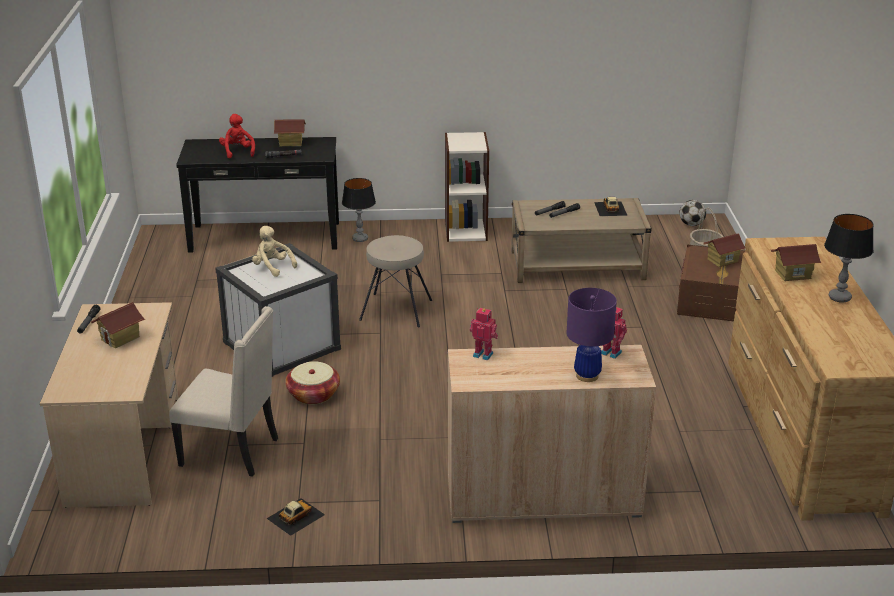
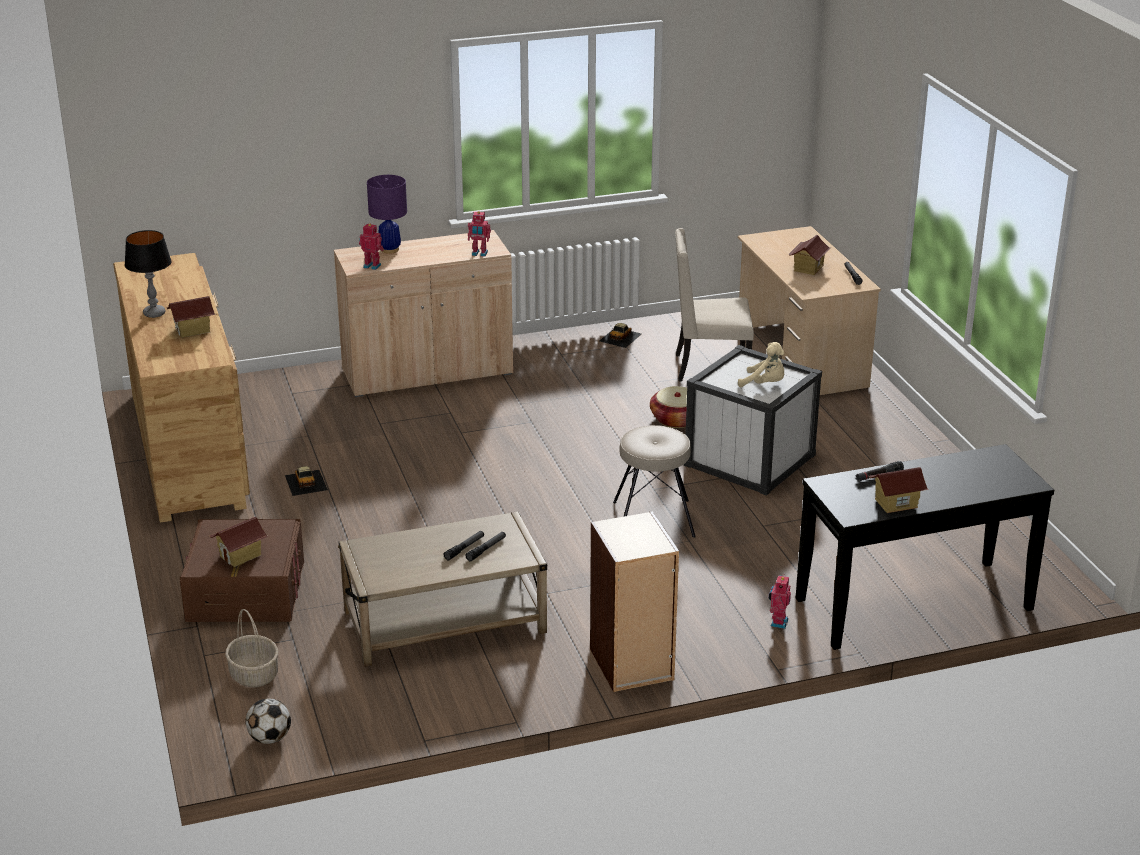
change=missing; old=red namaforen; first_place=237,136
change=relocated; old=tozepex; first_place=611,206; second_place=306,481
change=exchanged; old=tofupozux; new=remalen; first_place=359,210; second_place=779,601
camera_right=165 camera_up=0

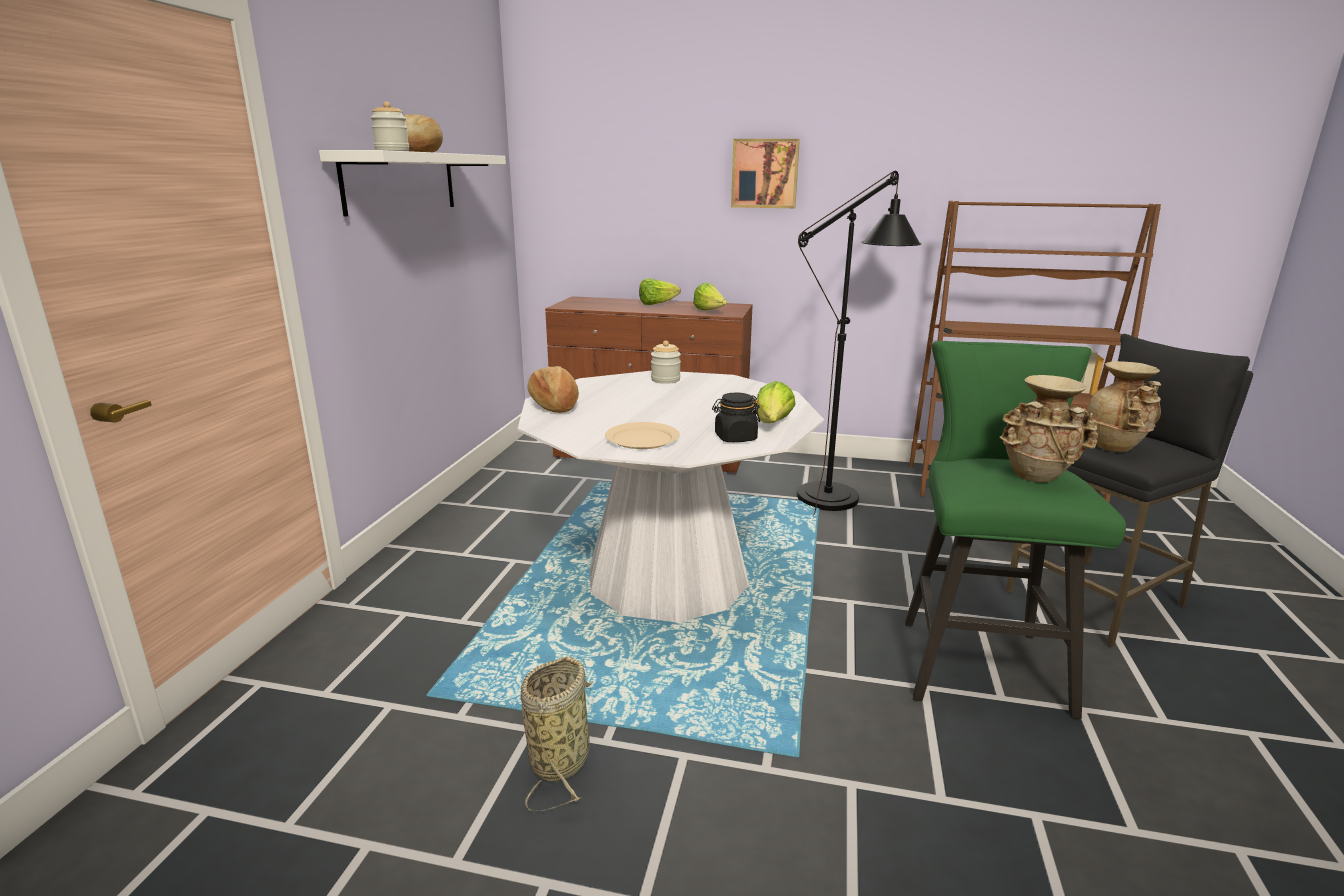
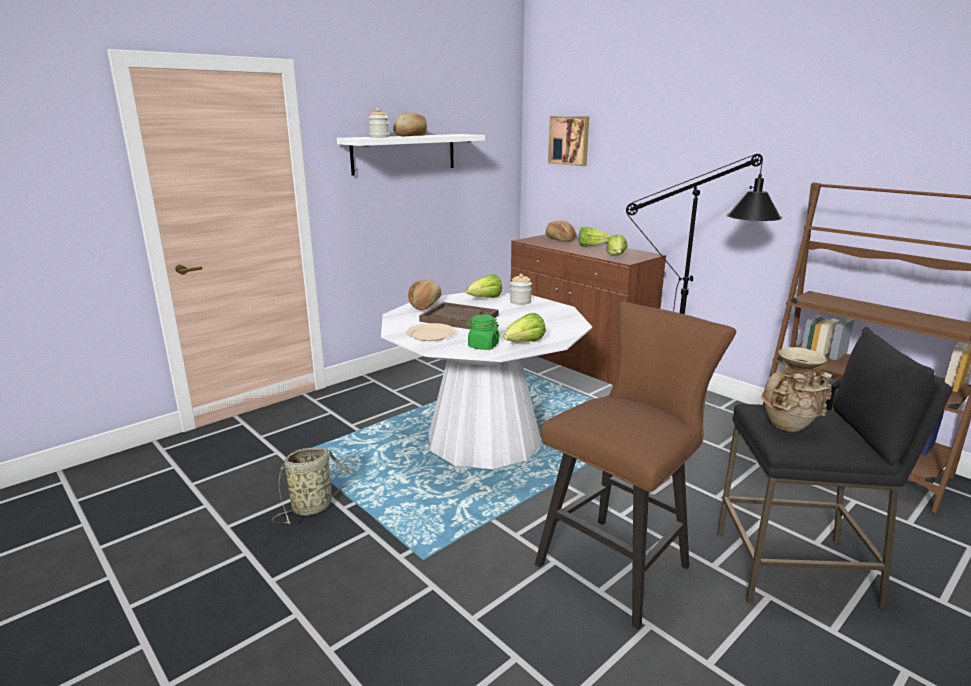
change=missing; old=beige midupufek; first_place=1048,428
change=appeared; new=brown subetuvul; second_place=458,316
change=appeared; new=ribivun; second_place=484,286
change=appeared; new=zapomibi; second_place=561,231
change=relocated; old=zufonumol; first_place=765,173; second_place=568,141
change=colour; old=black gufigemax; new=green gufigemax; first_place=736,417; second_place=483,332
change=colour; old=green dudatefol; new=brown dudatefol; first_place=1015,530; second_place=635,466
camera_right=35 camera_up=0

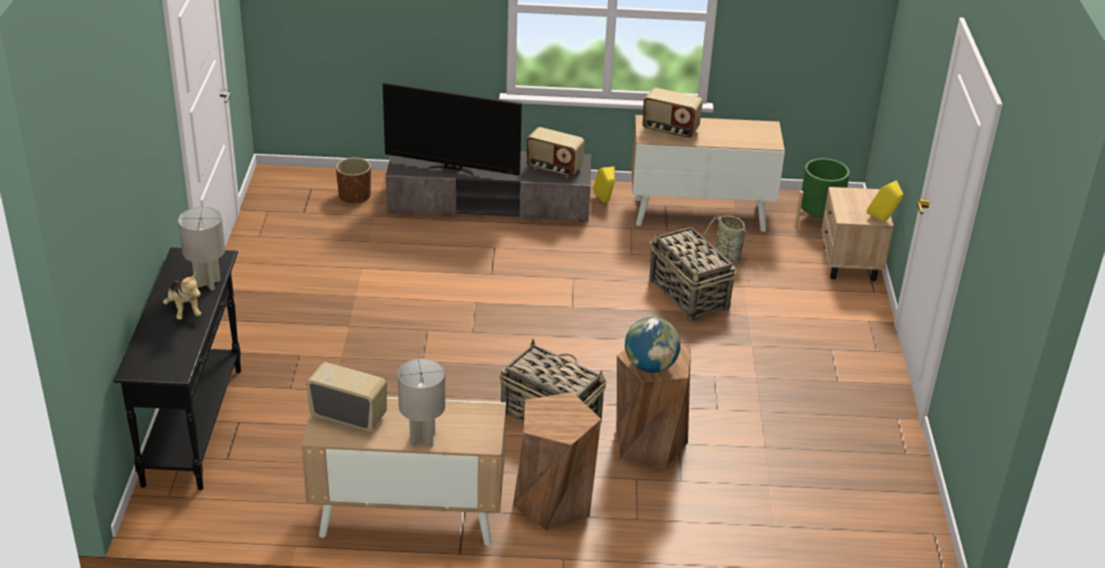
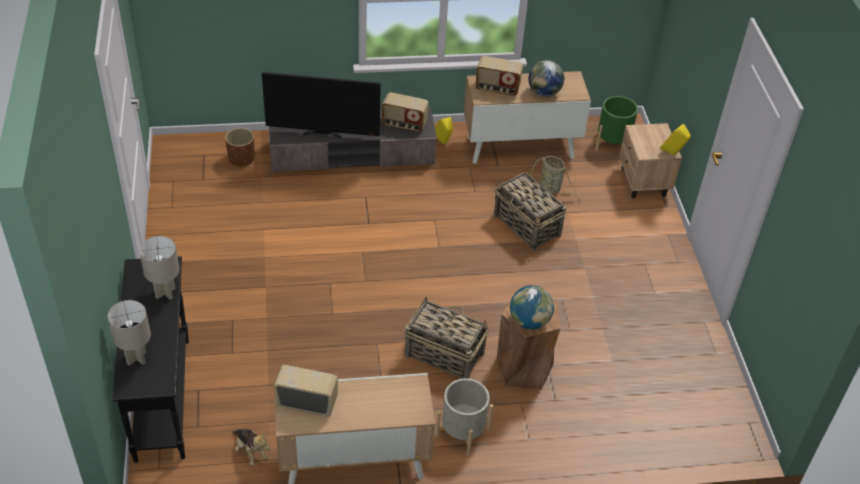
change=appeared; new=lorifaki; second_place=546,78
change=relocated; old=namaforen; first_place=182,295; second_place=251,447
change=relocated; old=grey tofupozux; first_place=421,403; second_place=129,333
change=exchanged; old=brown dudatefol; new=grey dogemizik; first_place=557,461; second_place=464,417
camera_right=-10 camera_up=10

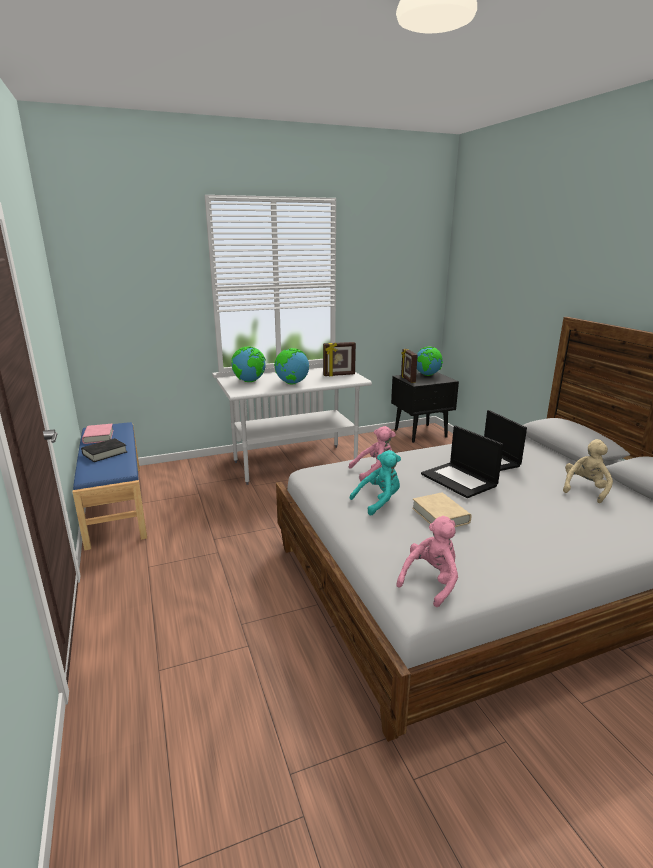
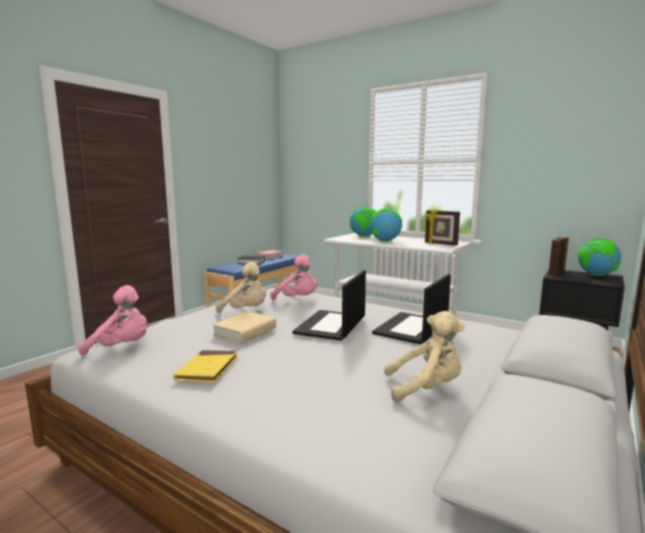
change=appeared; new=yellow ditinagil; second_place=205,366
change=colour; old=turquoise namaforen; new=beige namaforen; first_place=375,483; second_place=241,287
camera_right=55 camera_up=-10

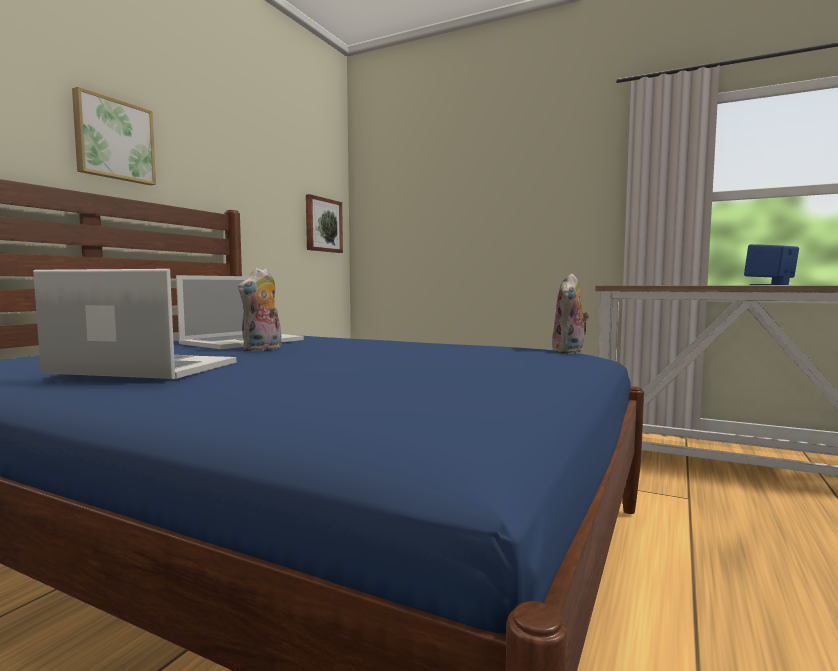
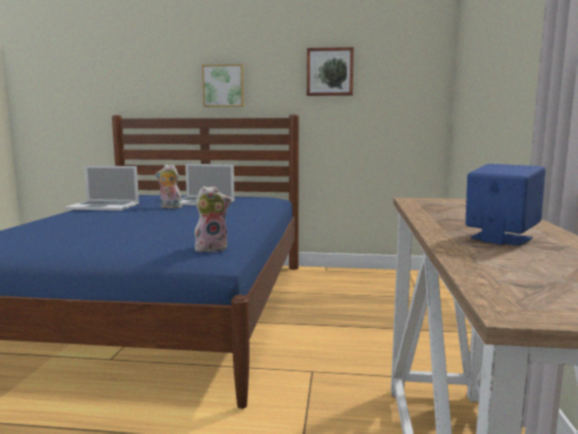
change=relocated; old=zufonumol; first_place=324,223; second_place=330,71
change=spun; old=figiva; first_place=134,324; second_place=102,188; degrees=105
change=spun; old=namaforen; first_place=571,314; second_place=213,219; degrees=150
camera_right=70 camera_up=5

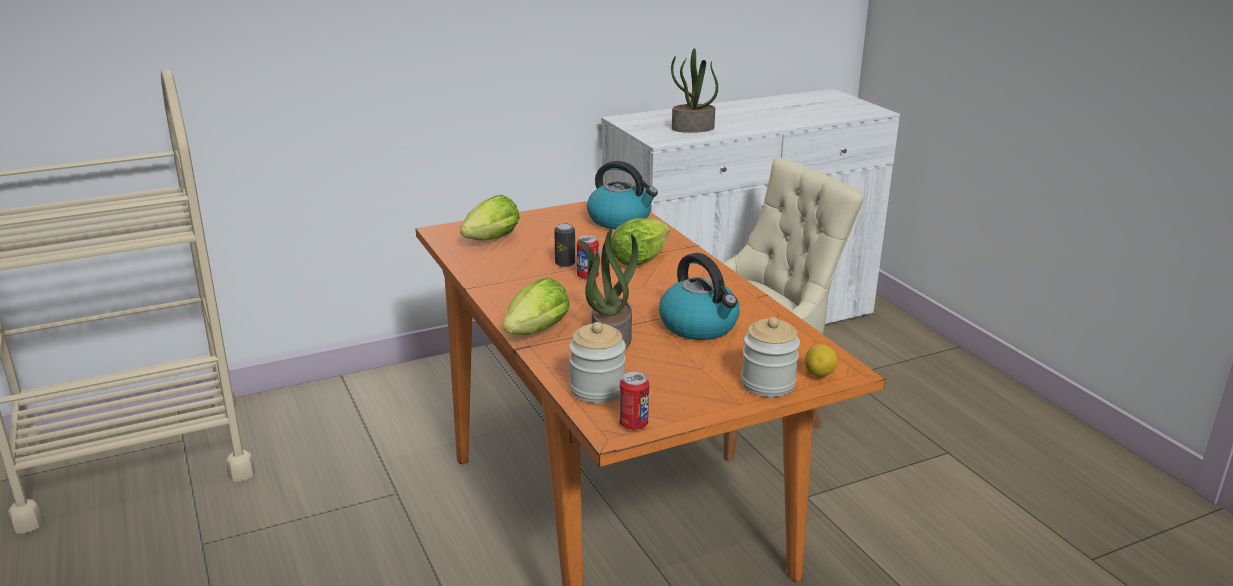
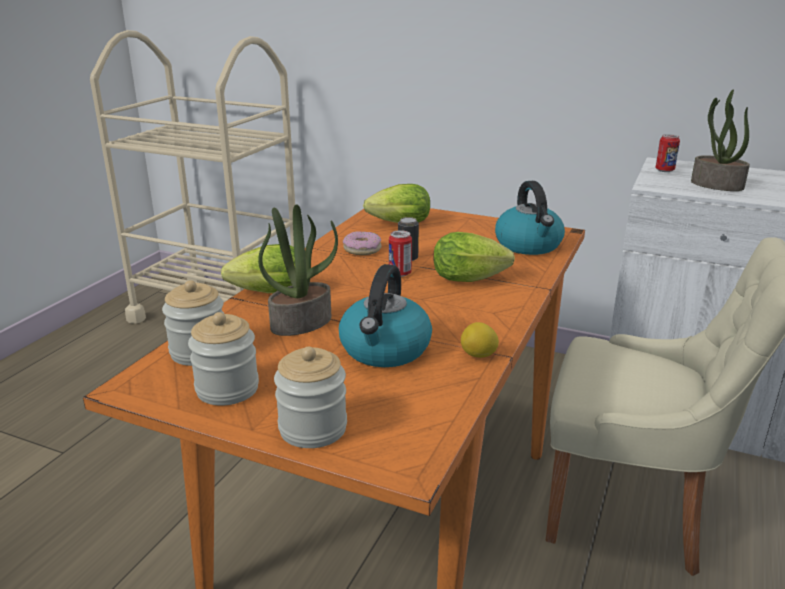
change=appeared; new=gufigemax; second_place=223,359
change=appeared; new=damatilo; second_place=362,243
change=relocated; old=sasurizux; first_place=634,401; second_place=667,153
change=relocated; old=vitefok; first_place=821,360; second_place=480,340
camera_right=50 camera_up=0

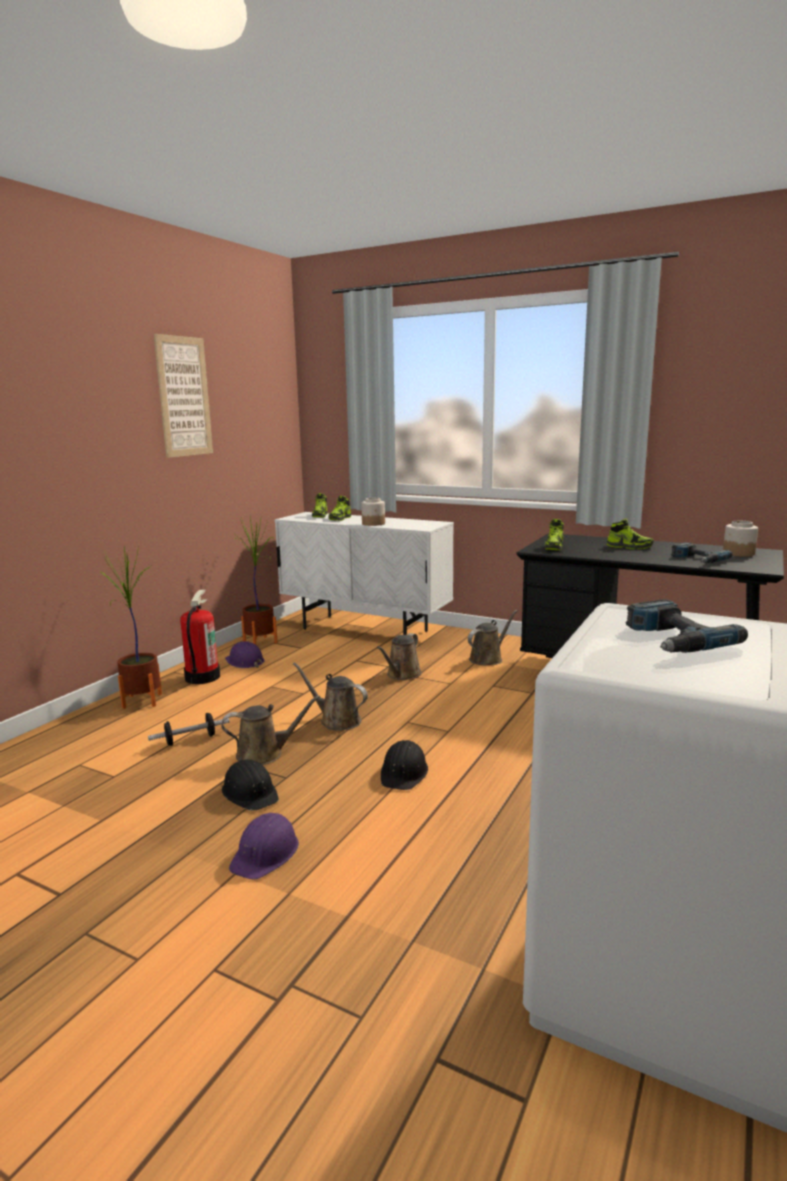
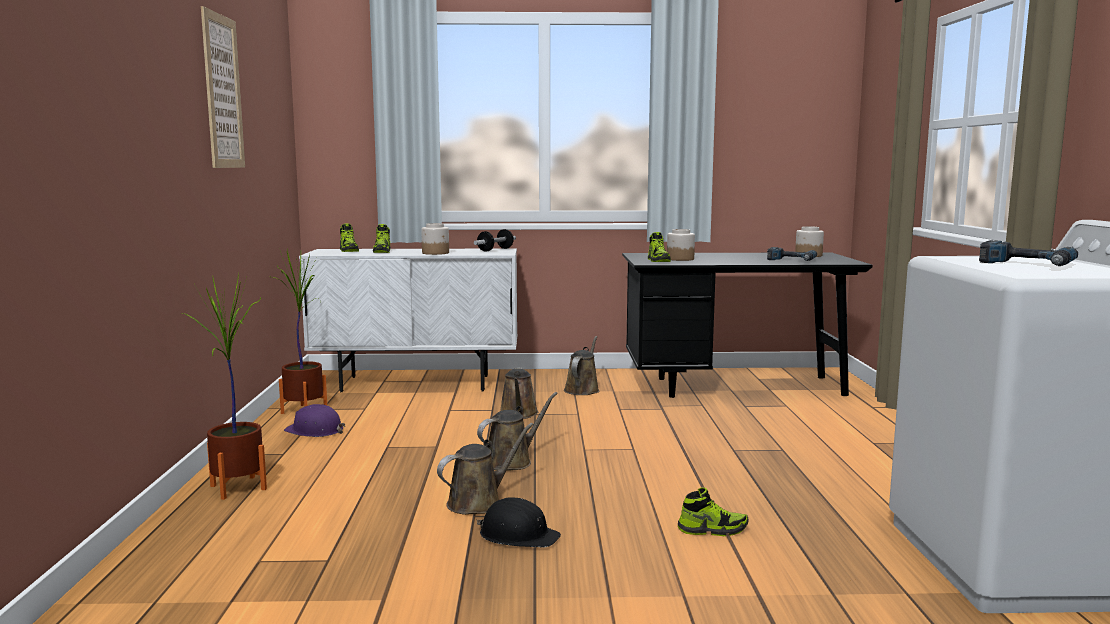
change=missing; old=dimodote; first_place=200,637
change=missing; old=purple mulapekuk; first_place=264,846
change=missing; old=black mulapekuk; first_place=404,765
change=appeared; new=gufigemax; second_place=681,245
change=relocated; old=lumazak; first_place=188,729; second_place=495,240
change=relocated; old=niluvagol; first_place=630,534; second_place=713,511
change=spun; old=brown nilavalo; first_place=330,696; second_place=517,431; degrees=135
camera_right=-30 camera_up=-5

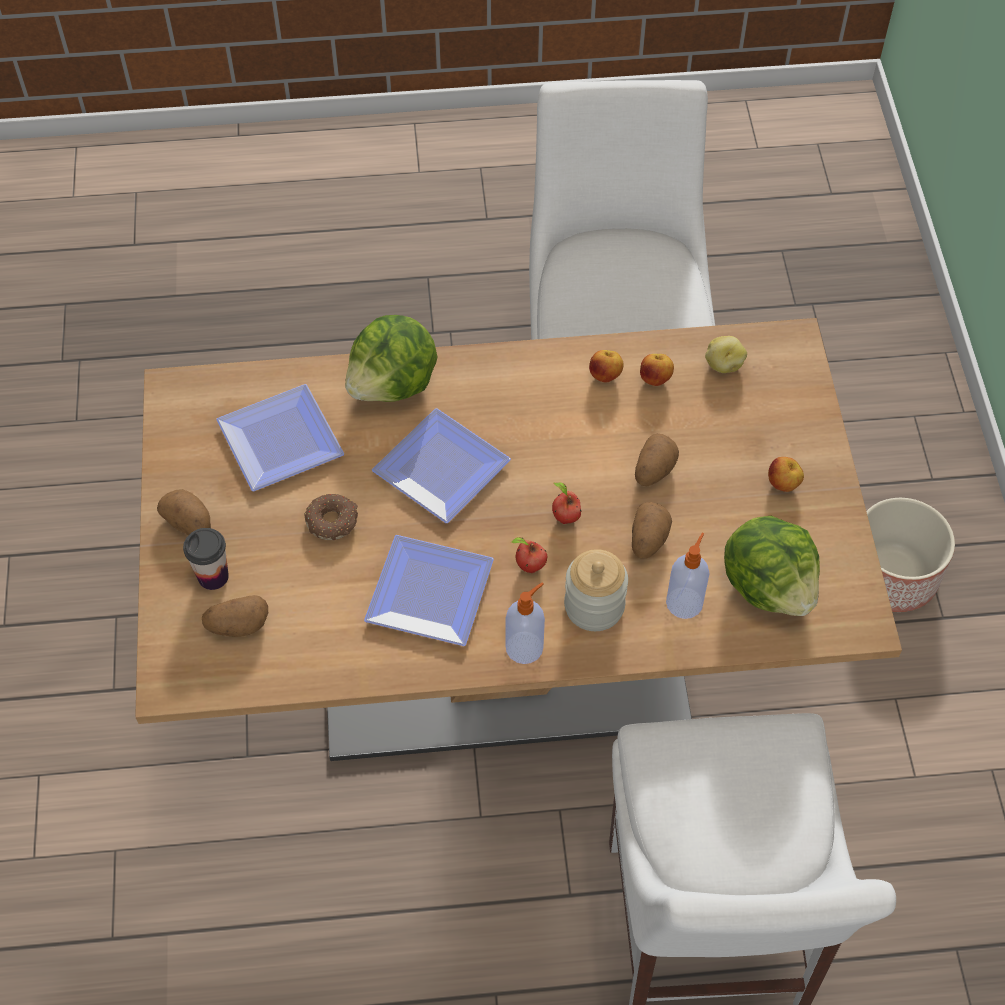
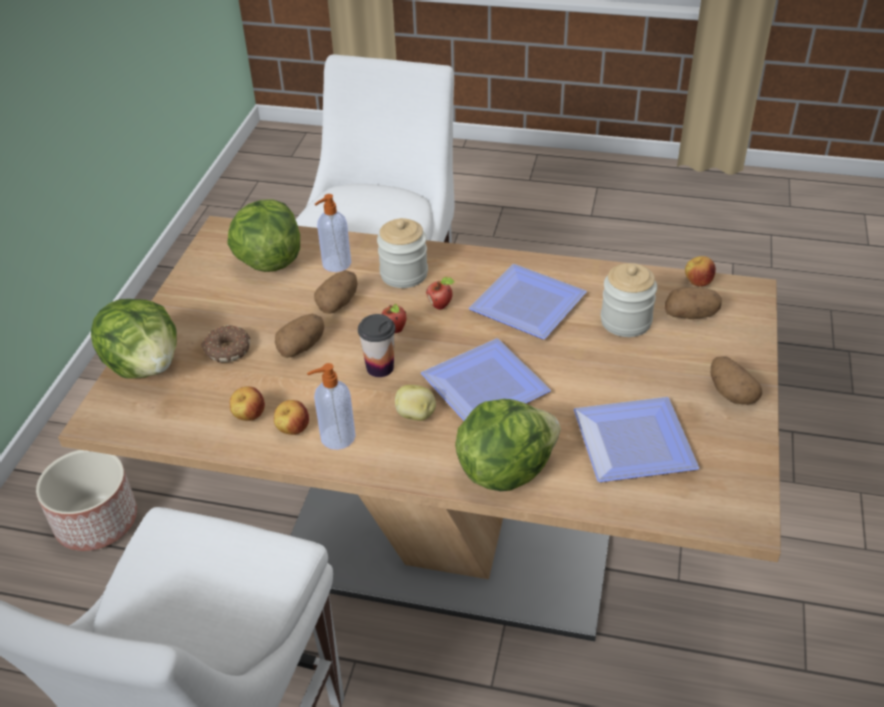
change=appeared; new=ribivun; second_place=134,339
change=appeared; new=gufigemax; second_place=629,300
change=relocated; old=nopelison; first_place=206,559; second_place=376,345
change=relocated; old=damatilo; first_place=331,517; second_place=225,343
change=relocated; old=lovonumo; first_place=525,623; second_place=331,406
change=relocated; old=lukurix; first_place=726,354; second_place=415,403
change=relocated; old=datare; first_place=786,474; second_place=700,271
camera_right=-160 camera_up=-15

